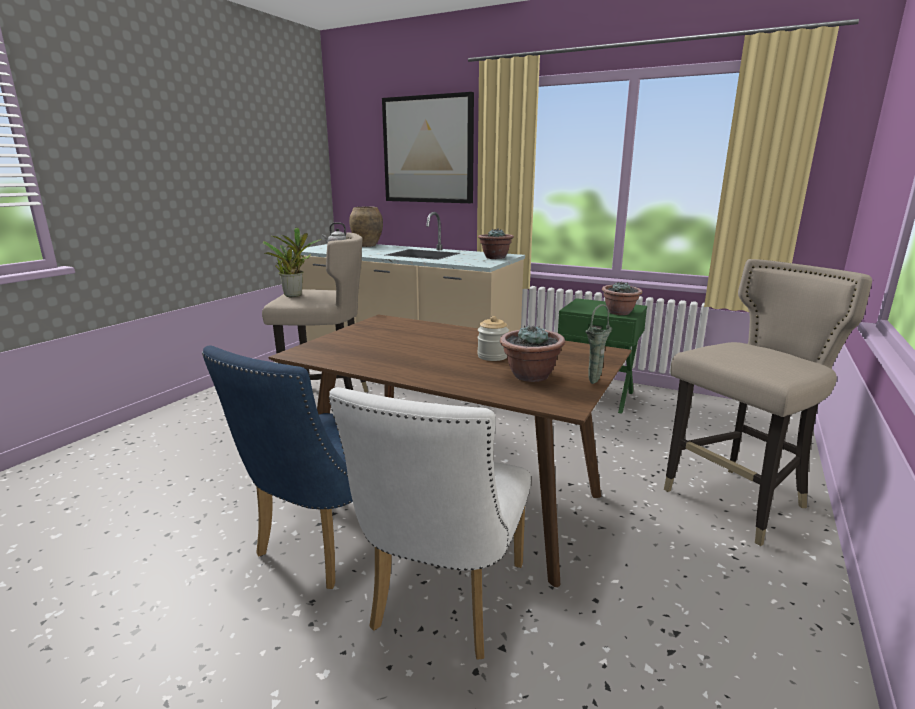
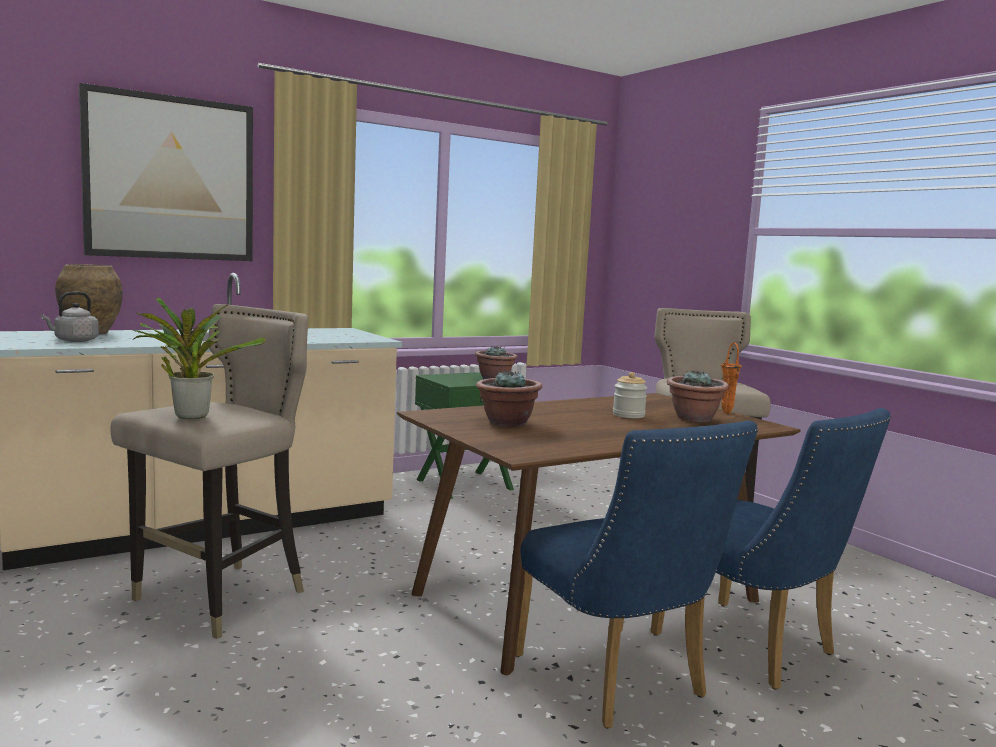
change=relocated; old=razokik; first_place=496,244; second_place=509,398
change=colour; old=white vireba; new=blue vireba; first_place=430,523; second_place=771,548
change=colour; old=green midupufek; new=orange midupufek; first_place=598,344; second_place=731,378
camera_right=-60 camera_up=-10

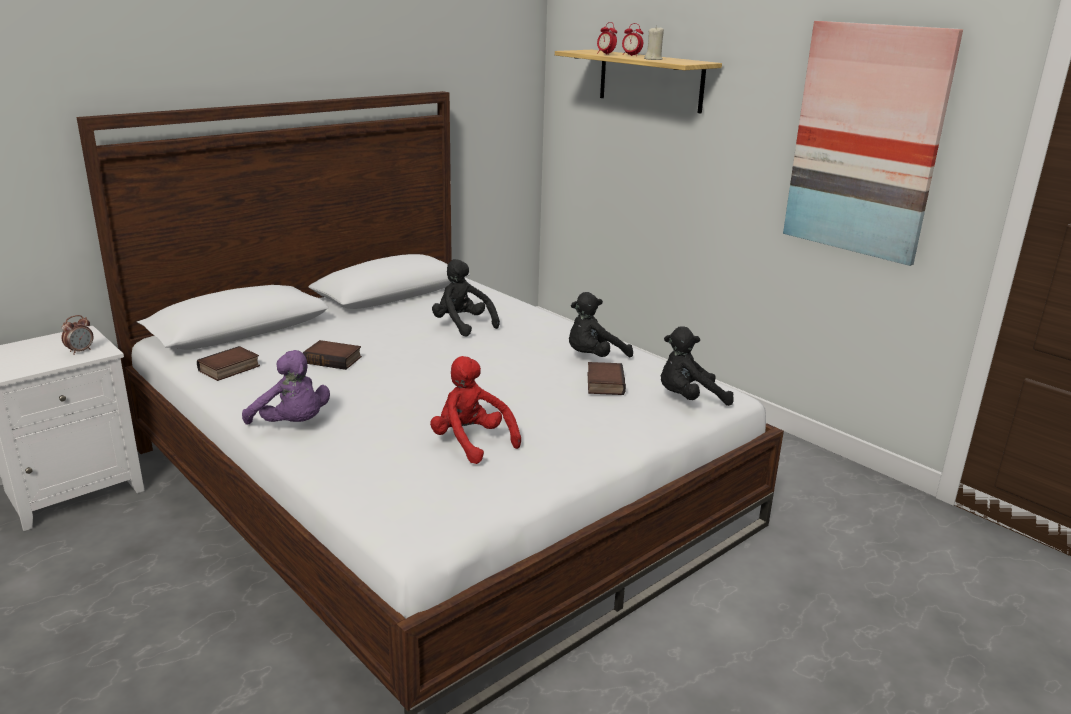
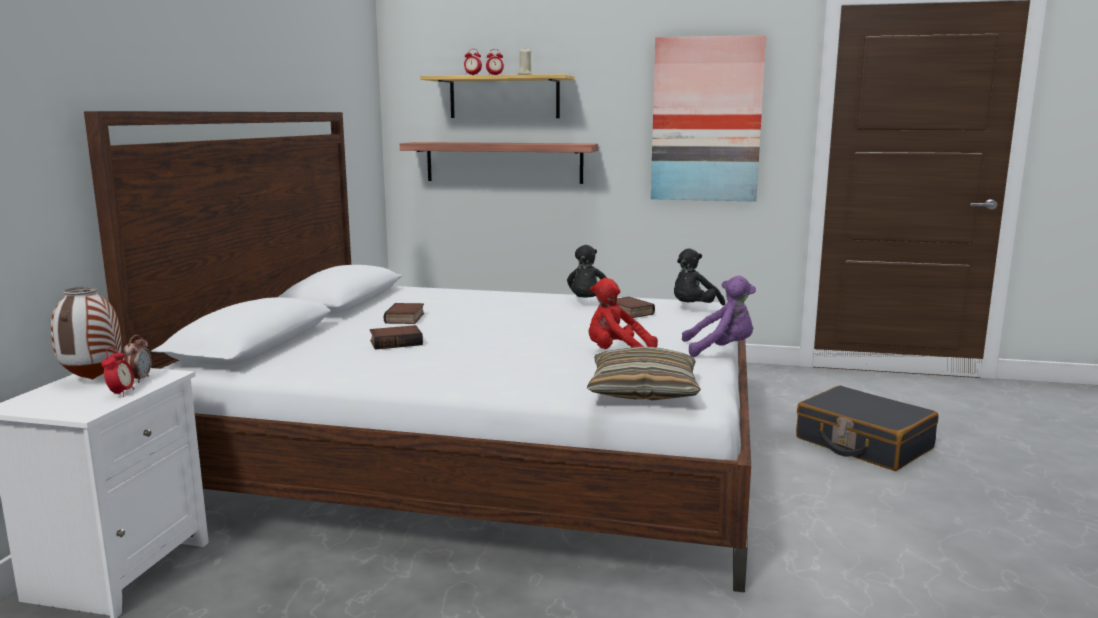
change=missing; old=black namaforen; first_place=466,298
change=appeared; new=midupufek; second_place=86,333
change=appeared; new=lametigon; second_place=117,372
change=appeared; new=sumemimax; second_place=499,163
change=appeared; new=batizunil; second_place=644,373
change=appeared; new=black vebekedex; second_place=867,428
change=relocated; old=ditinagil; first_place=228,363; second_place=404,313
change=relocated; old=purple namaforen; first_place=286,387; second_place=719,316
camera_right=-35 camera_up=-10

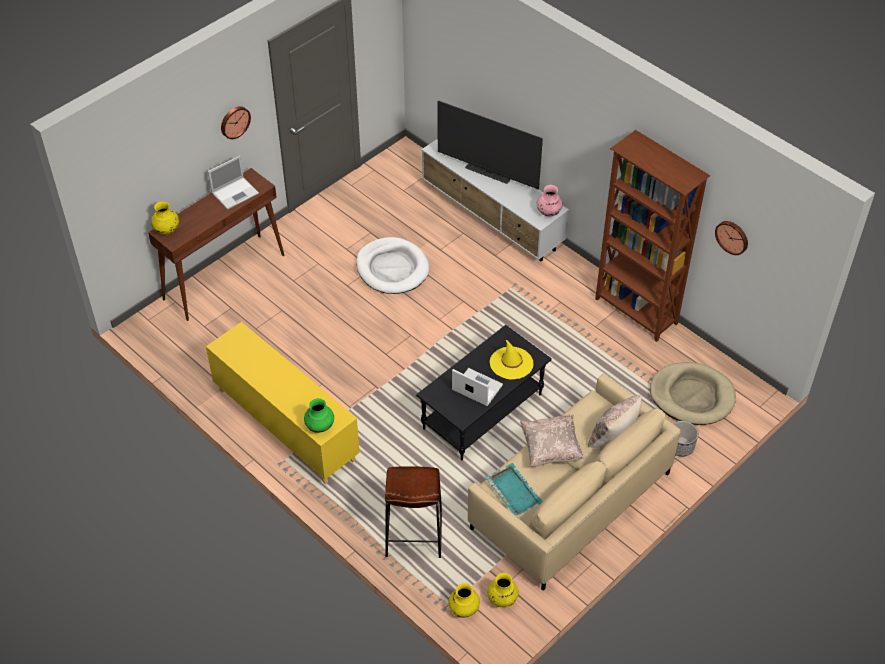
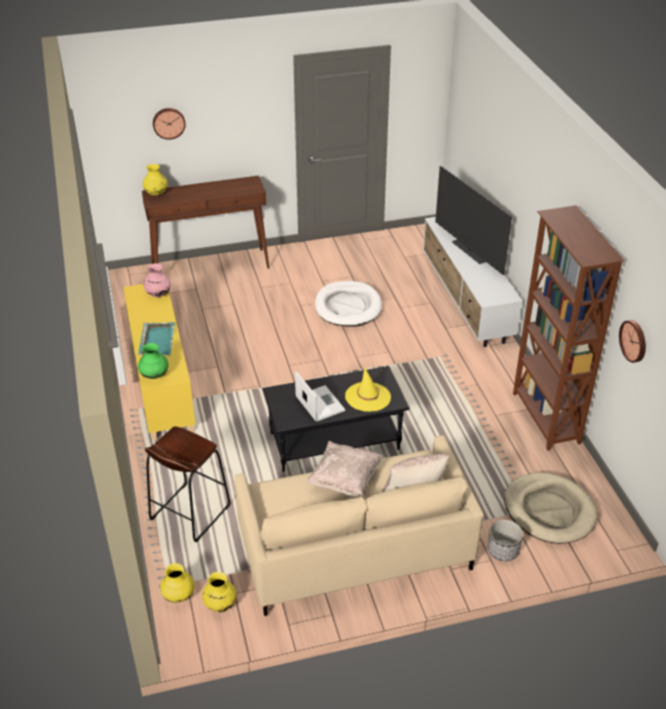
change=missing; old=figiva; first_place=233,183
change=relocated; old=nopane; first_place=236,122; second_place=169,124
change=relocated; old=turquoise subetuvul; first_place=514,489; second_place=156,338
change=relocated; old=pink midupufek; first_place=550,201; second_place=157,280
camera_right=30 camera_up=-10

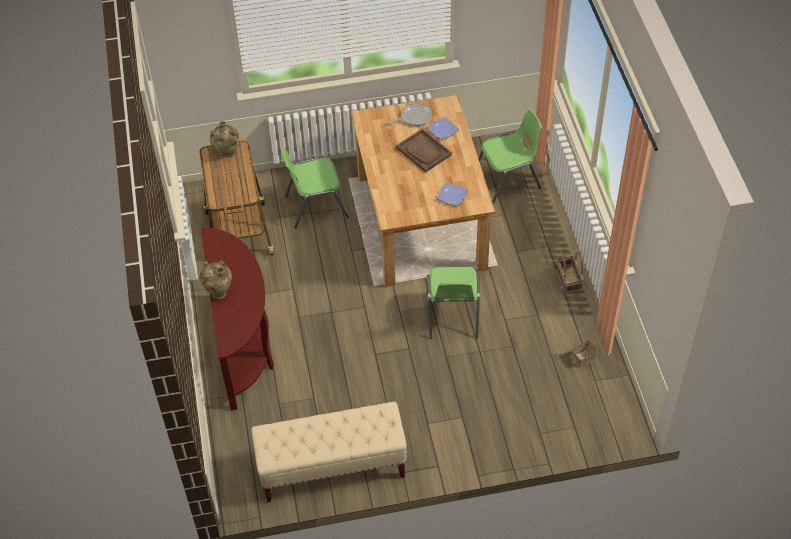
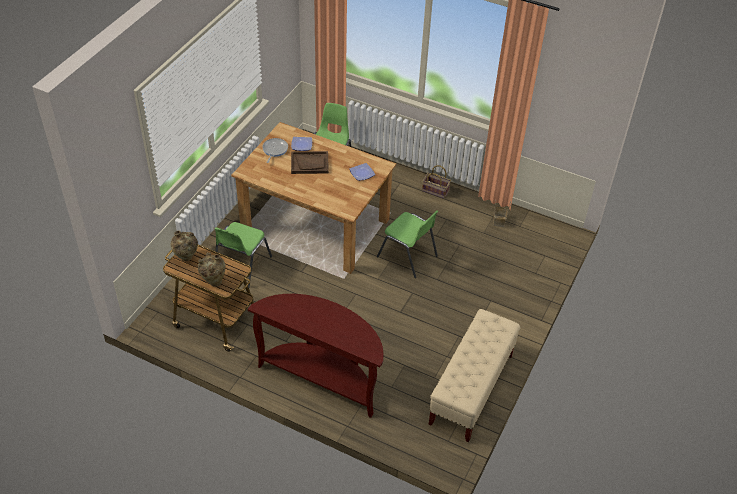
change=relocated; old=beige midupufek; first_place=216,280; second_place=212,269
camera_right=-55 camera_up=-5

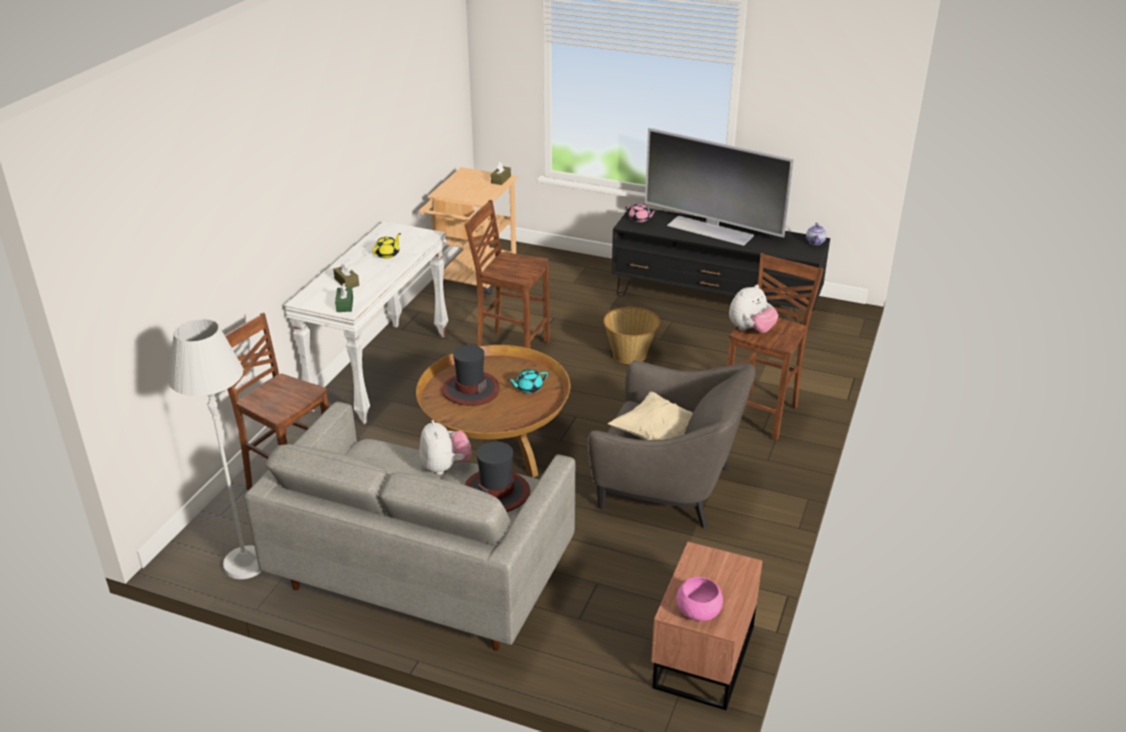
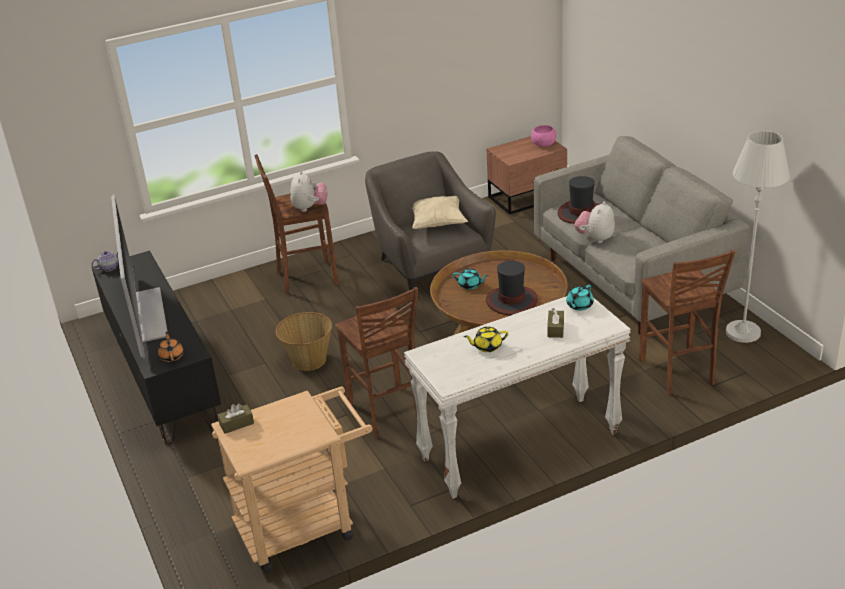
change=exchanged; old=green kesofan; new=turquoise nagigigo; first_place=344,297; second_place=580,298
change=colour; old=pink nagigigo; new=orange nagigigo; first_place=640,213; second_place=171,347
change=spun; old=namaforen; first_place=753,309; second_place=309,191; degrees=90
camera_right=-135 camera_up=0

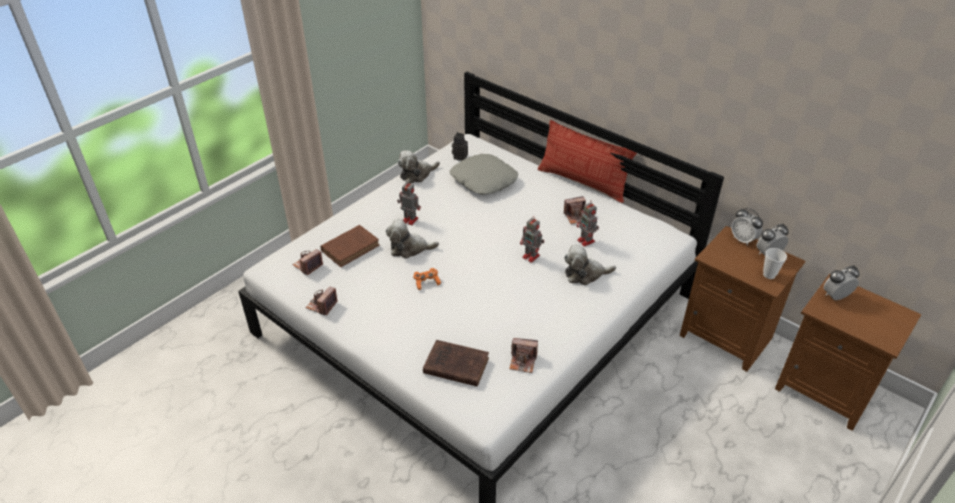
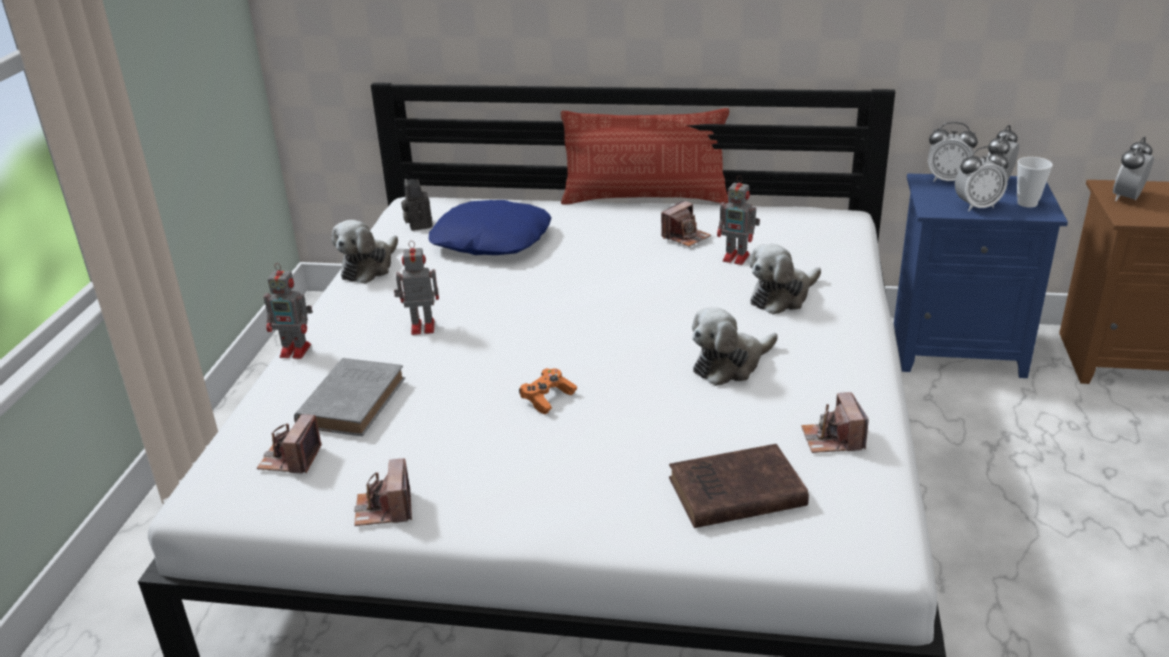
change=appeared; new=lametigon; second_place=982,178
change=relocated; old=namaforen; first_place=412,239; second_place=735,346
change=relocated; old=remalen; first_place=532,239; second_place=288,311
change=colour; old=brown ditinagil; new=grey ditinagil; first_place=350,246; second_place=349,397
change=colour; old=grey batizunil; new=blue batizunil; first_place=484,174; second_place=490,227
change=colour; old=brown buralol; new=blue buralol; first_place=742,299; second_place=981,276
change=spun; old=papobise; first_place=523,355; second_place=835,422; degrees=105
camera_right=-30 camera_up=-10

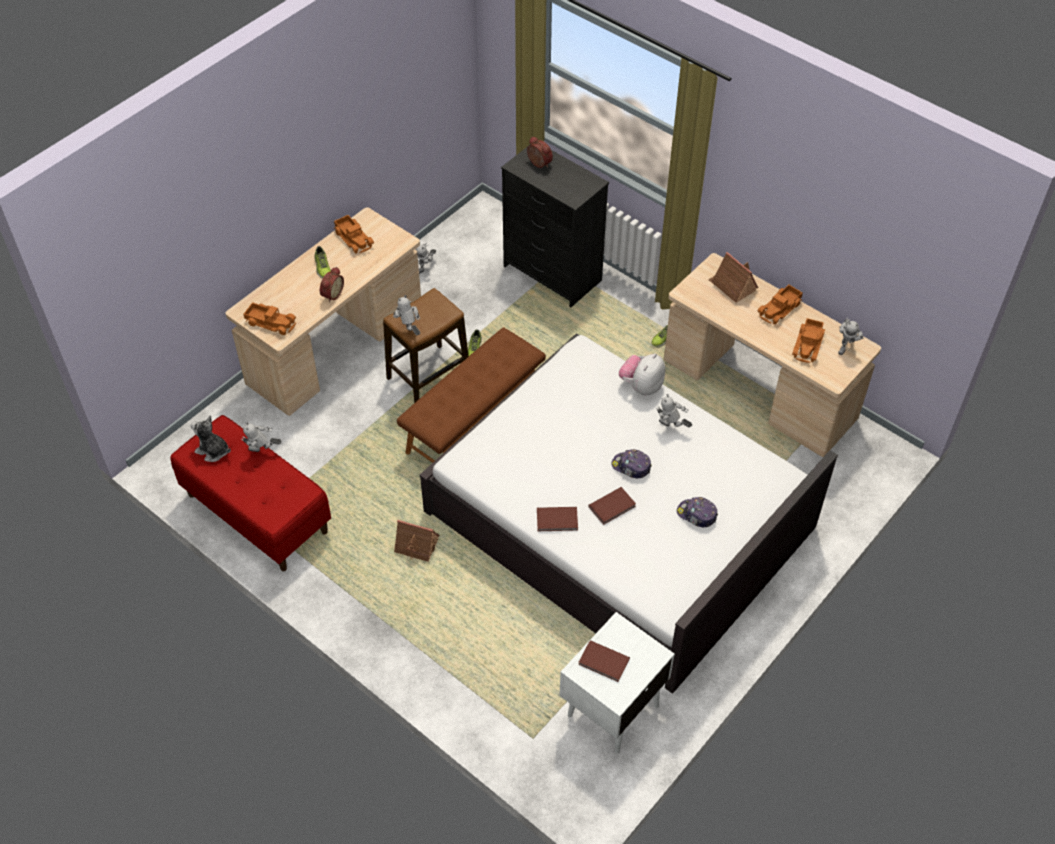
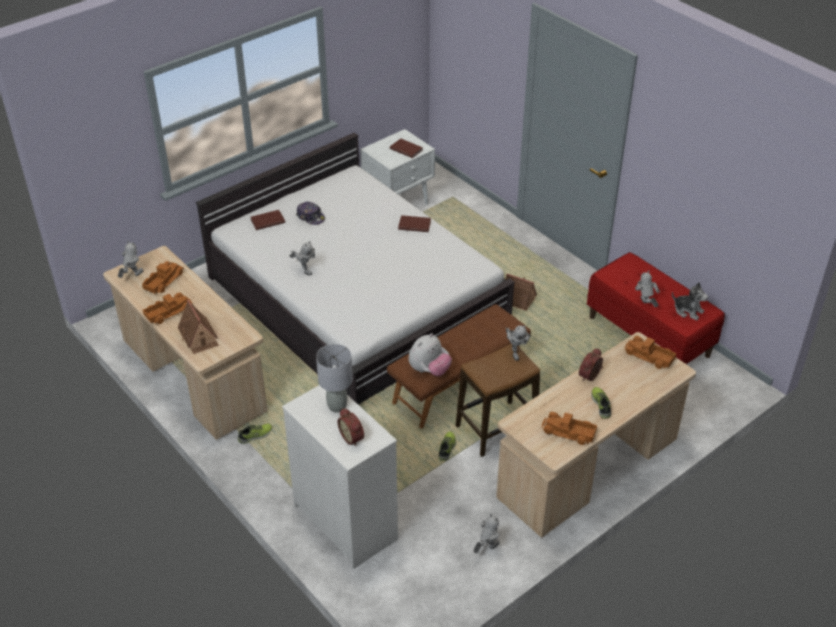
change=missing; old=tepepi; first_place=631,463
change=appeared; new=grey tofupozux; second_place=334,378
change=relocated; old=brown ditinagil; first_place=612,506; second_place=267,220
change=relocated; old=namaforen; first_place=642,374; second_place=430,354
change=colour; old=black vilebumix; new=white vilebumix; first_place=555,225; second_place=340,477
change=spun; old=remalen; first_place=261,437; second_place=647,288; degrees=-120
change=spun; old=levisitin; first_place=354,234; second_place=569,428; degrees=-45
camera_right=-170 camera_up=-10

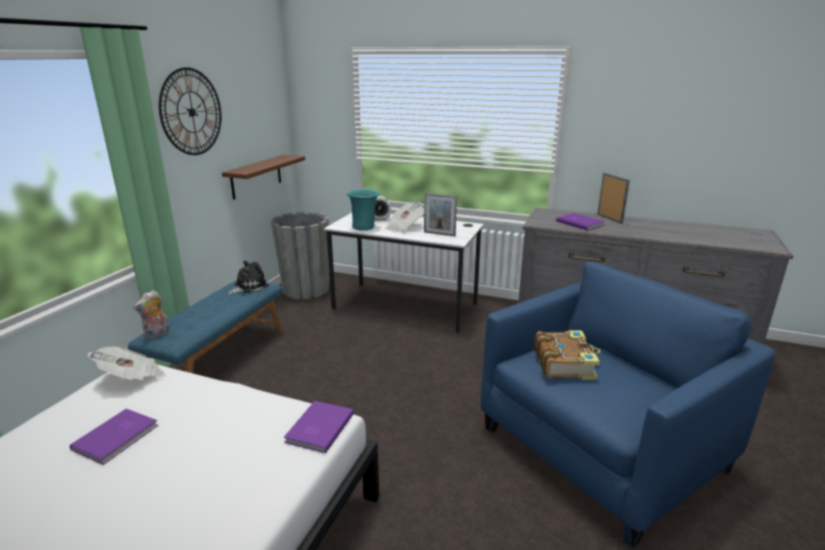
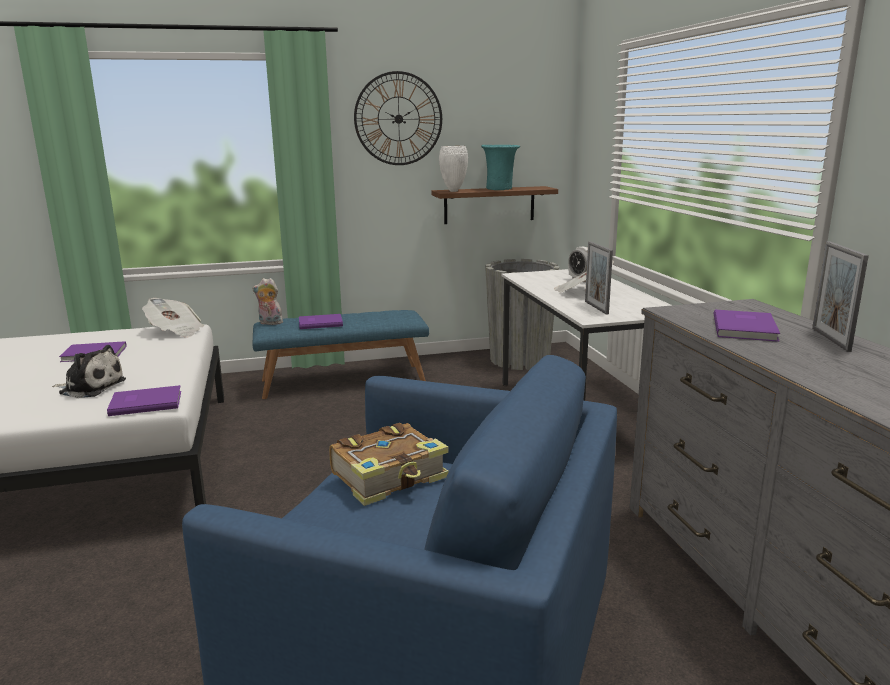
change=appeared; new=purple ditinagil; second_place=321,321
change=appeared; new=white midupufek; second_place=453,169
change=relocated; old=namaforen; first_place=248,277; second_place=89,371
change=relocated; old=turquoise midupufek; first_place=363,210; second_place=500,167
change=spun; old=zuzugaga; first_place=613,198; second_place=840,296; degrees=150
camera_right=55 camera_up=-5

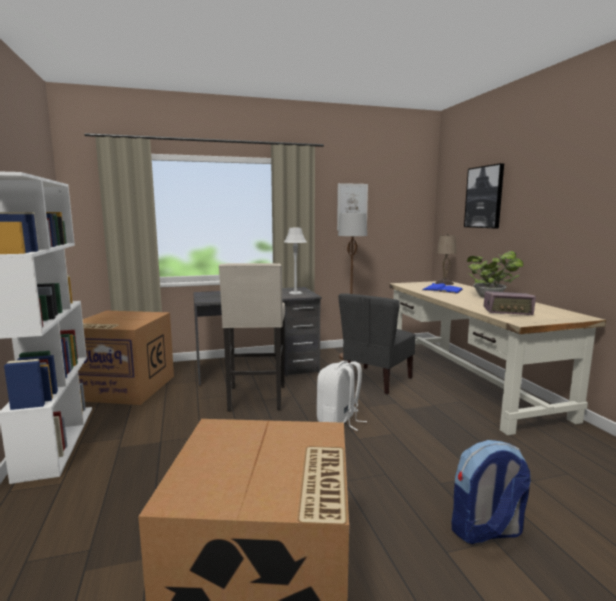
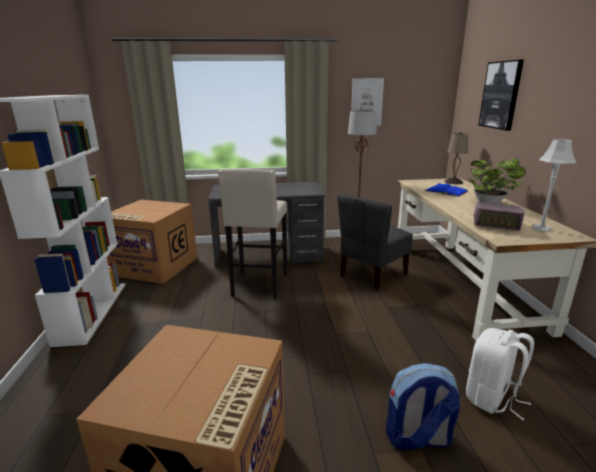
change=relocated; old=grey tofupozux; first_place=295,261; second_place=554,185
change=relocated; old=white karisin; first_place=342,396; second_place=500,374
camera_right=10 camera_up=10

